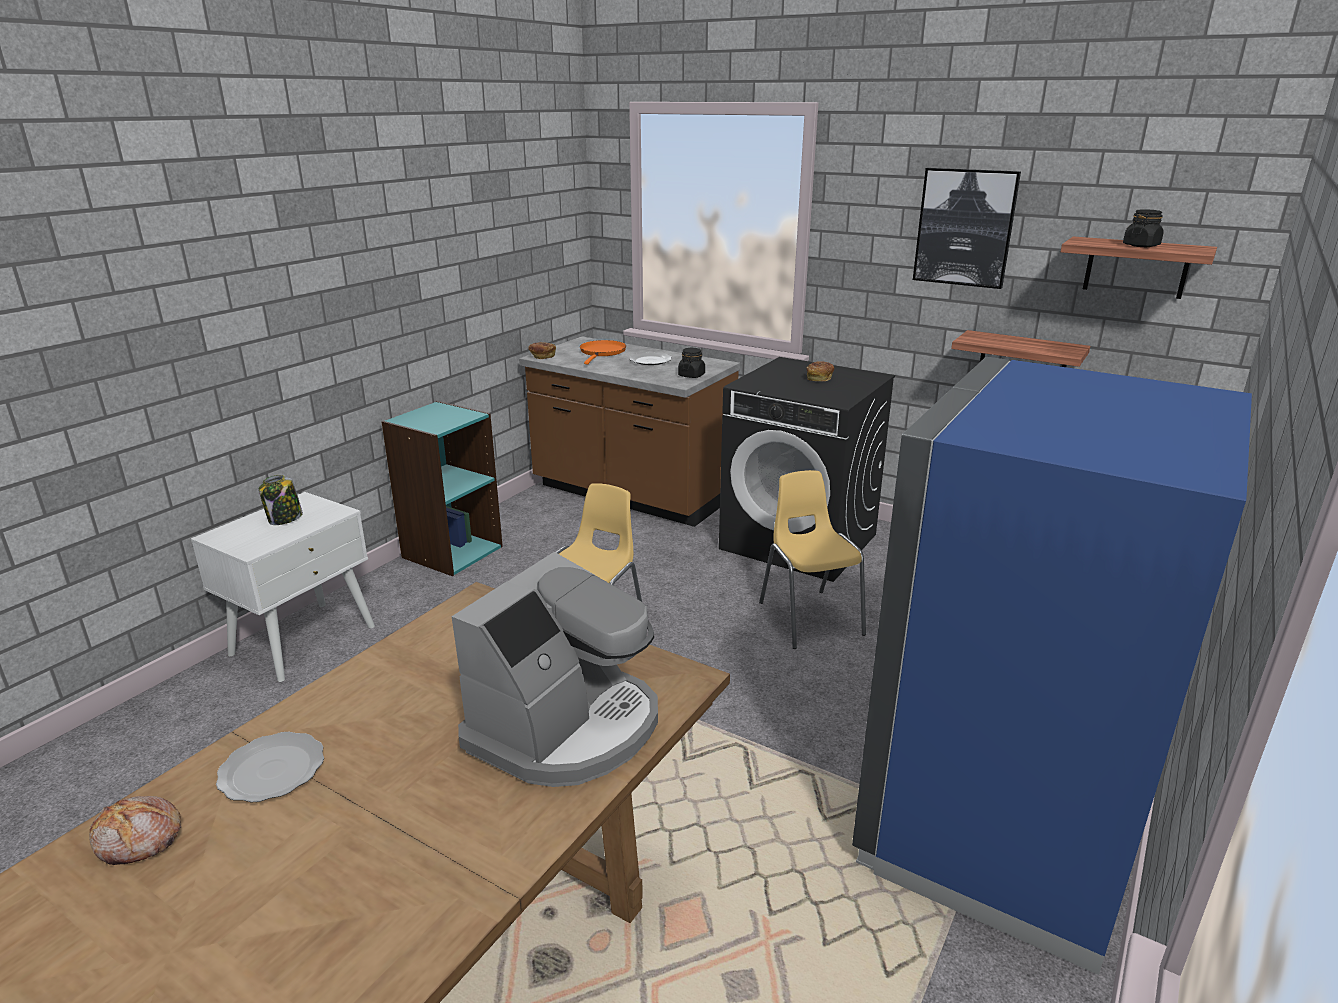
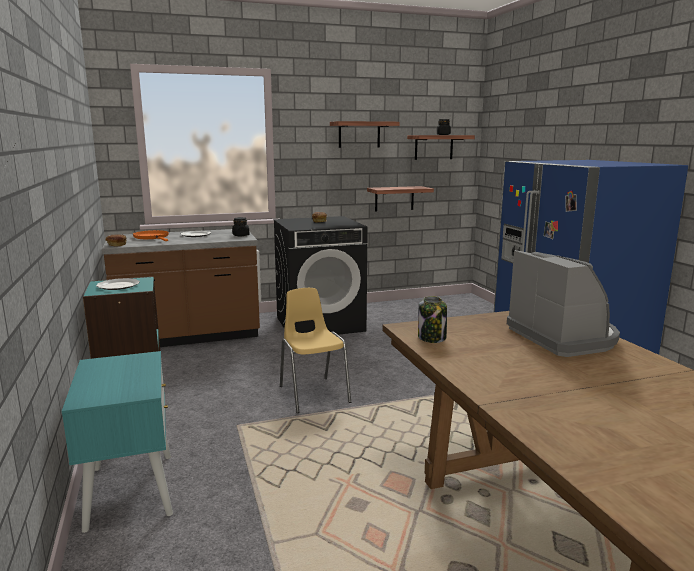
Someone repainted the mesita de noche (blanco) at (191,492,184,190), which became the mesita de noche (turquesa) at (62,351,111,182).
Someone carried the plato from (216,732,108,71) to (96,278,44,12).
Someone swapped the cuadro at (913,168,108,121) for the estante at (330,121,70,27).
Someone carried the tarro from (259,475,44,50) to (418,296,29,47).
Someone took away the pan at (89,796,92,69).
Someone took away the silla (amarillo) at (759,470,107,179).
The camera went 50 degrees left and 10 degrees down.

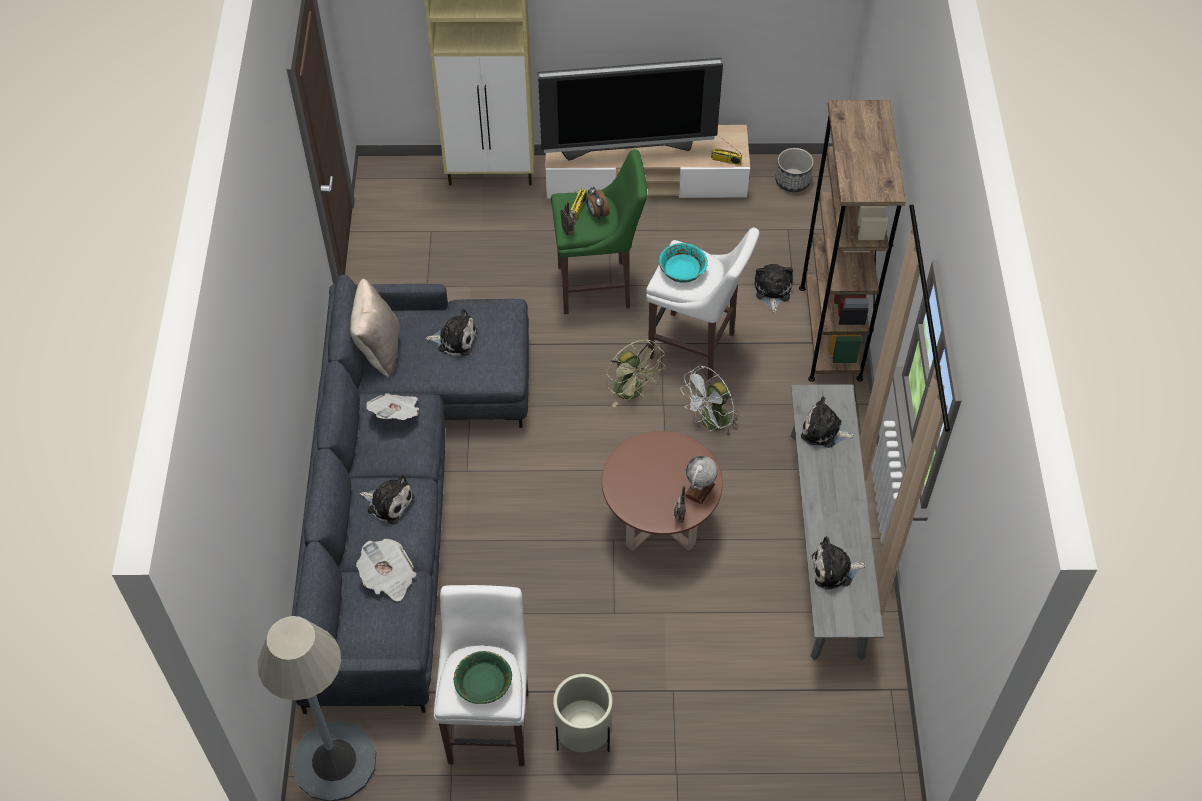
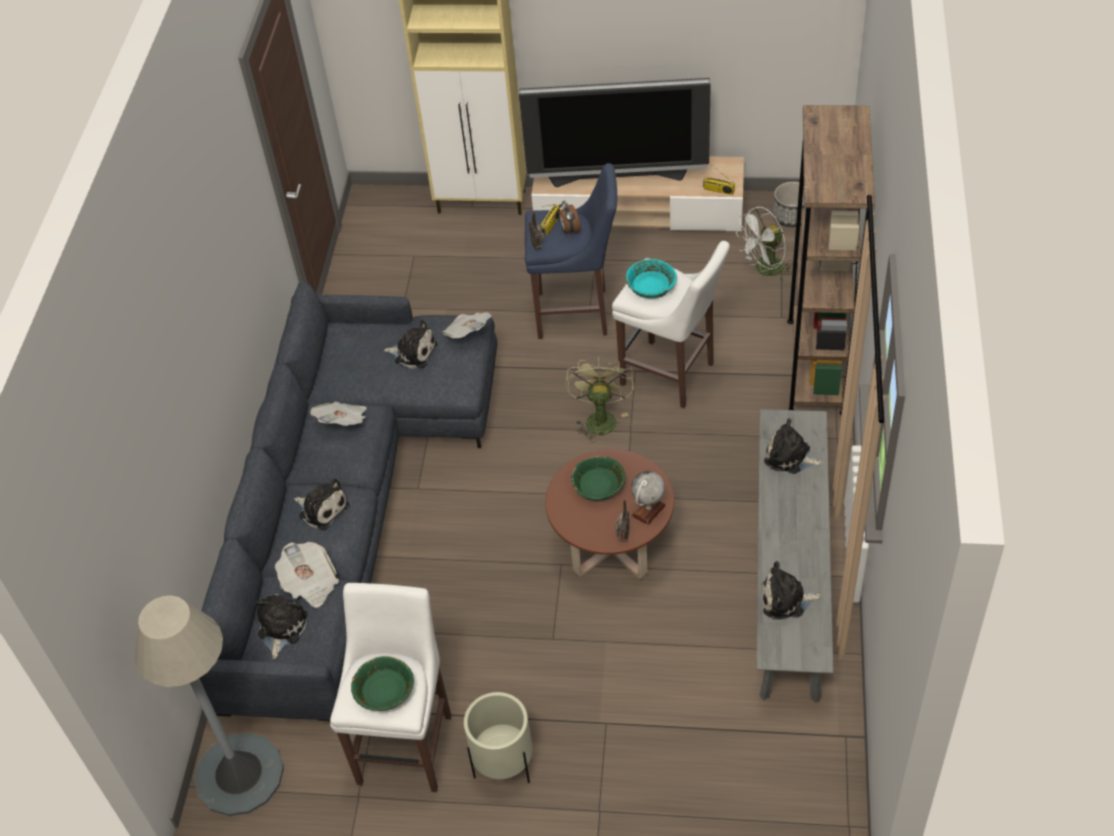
Someone carried the peluche from (754,264,39,49) to (255,594,53,65).
Someone put down the periódico at (442,312,50,26).
Someone repainted the taburete (verde) at (551,149,96,165), which became the taburete (azul) at (525,163,92,176).
Someone rotated the ventilador (verde) at (606,339,60,68) by 150 degrees counterclockwise.
Someone put down the cuenco (verde) at (571,456,55,45).
Someone carried the ventilador (blanco) from (681,365,58,72) to (736,206,57,75).
Someone took away the cojín (beis) at (350,278,50,101).
The camera went 10 degrees right and 5 degrees down.

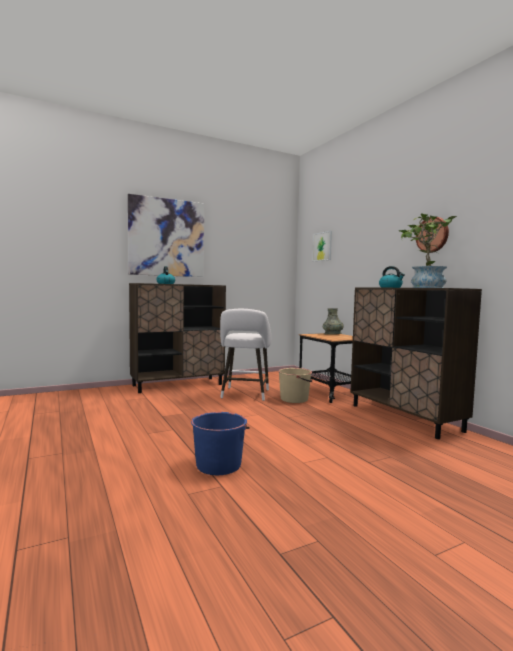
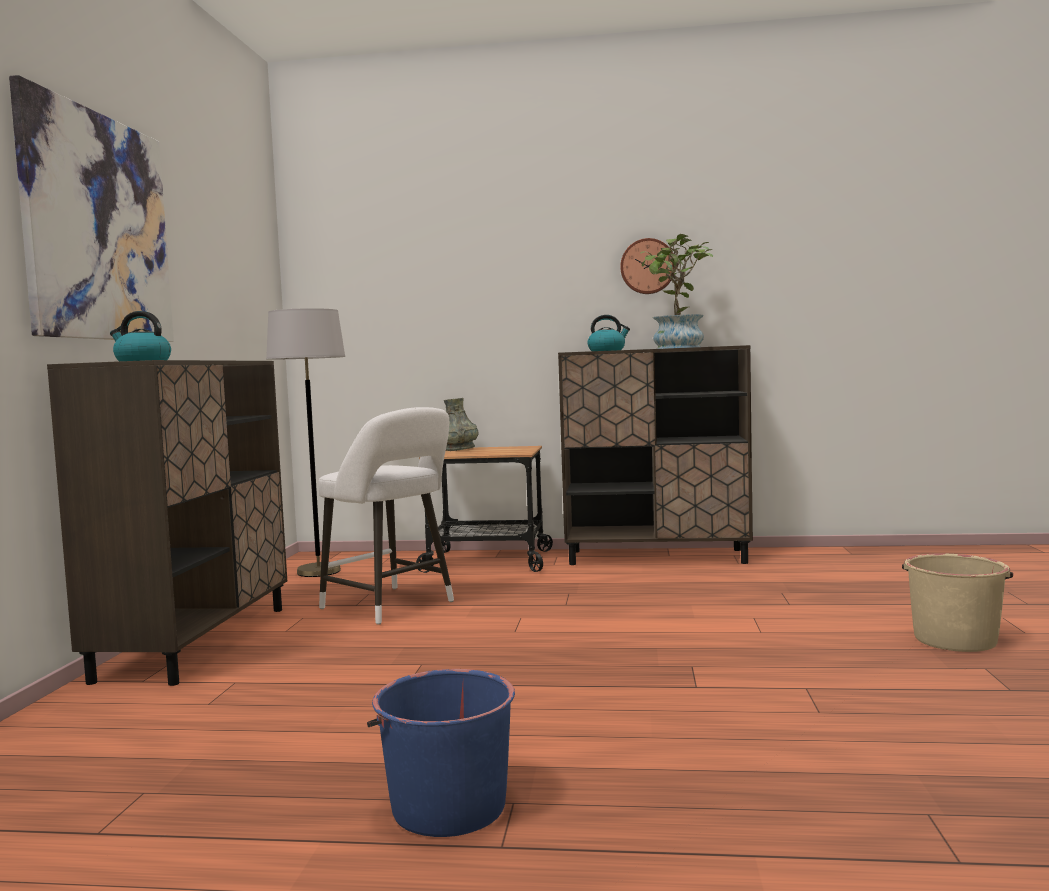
Someone put down the lámpara de pie (gris) at (266,308,79,269).
Someone carried the cubo (azul) from (191,412,59,63) to (367,669,148,168).
Someone carried the cubo (beis) from (278,368,35,35) to (902,554,111,98).
Someone took away the cuadro at (313,231,19,30).
The camera went 55 degrees left and 0 degrees up.

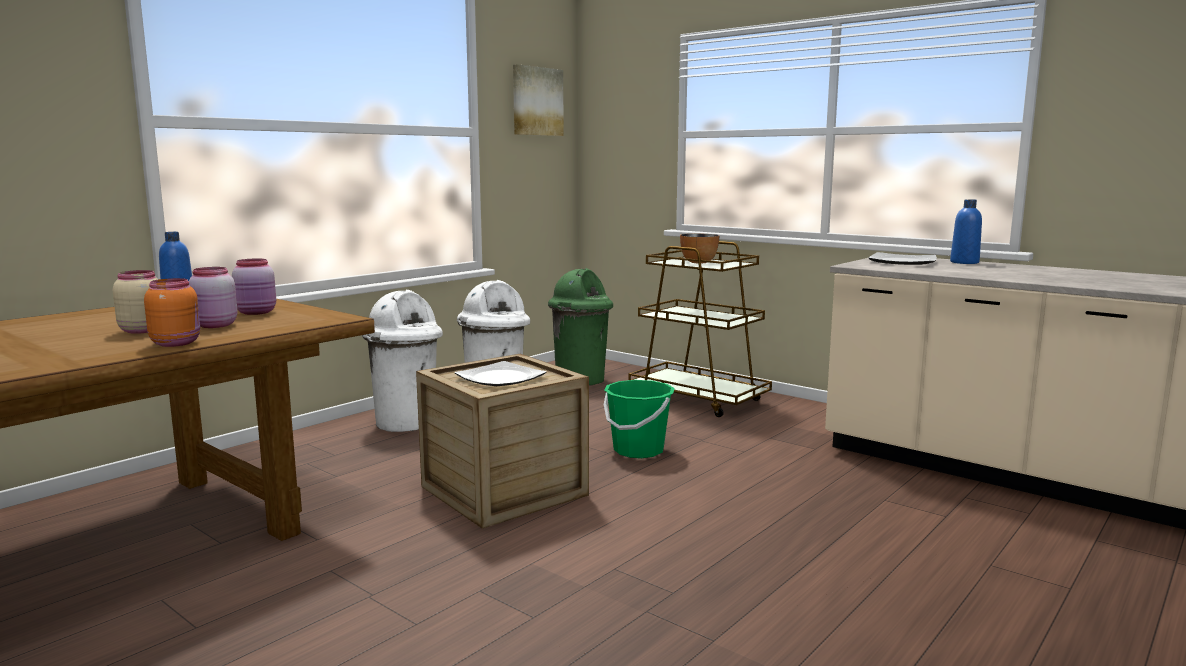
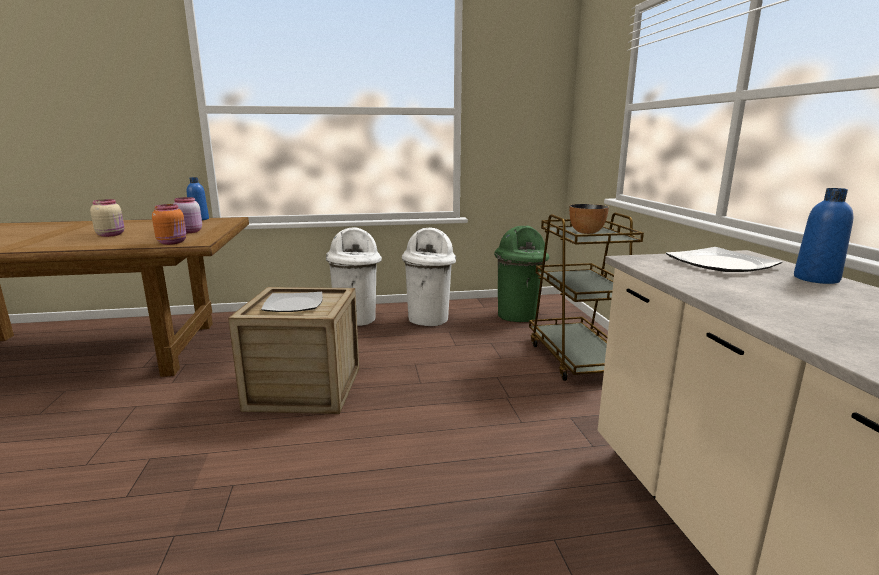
Someone carried the tarro (naranja) from (144,278,56,69) to (152,204,34,41).
Someone took away the tarro (rosa) at (189,267,49,61).
Someone took away the cuadro at (513,64,51,72).
Someone took away the cubo (verde) at (604,380,71,78).
The camera went 40 degrees right and 5 degrees up.

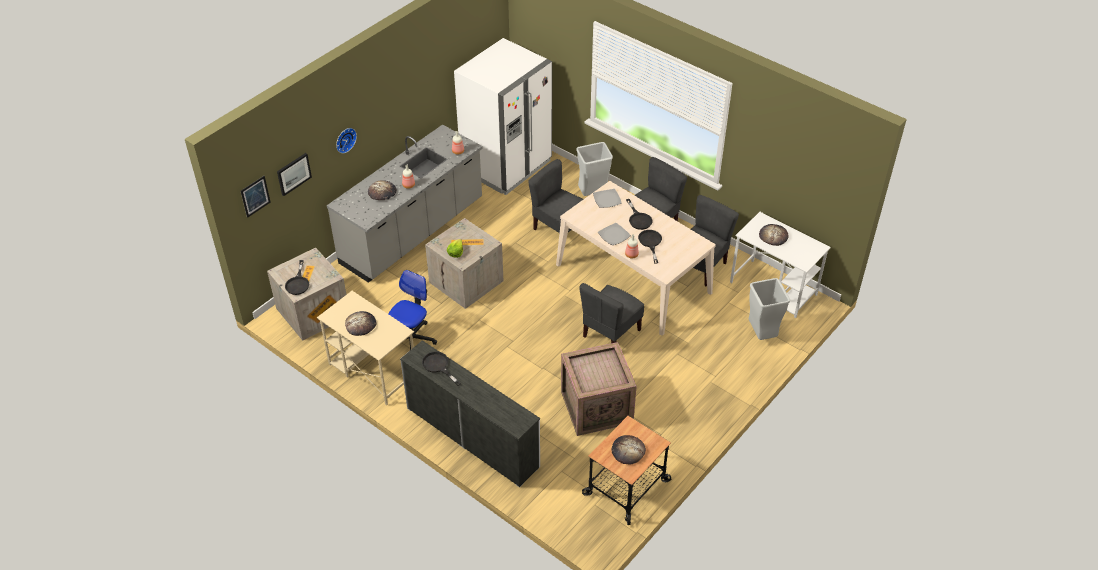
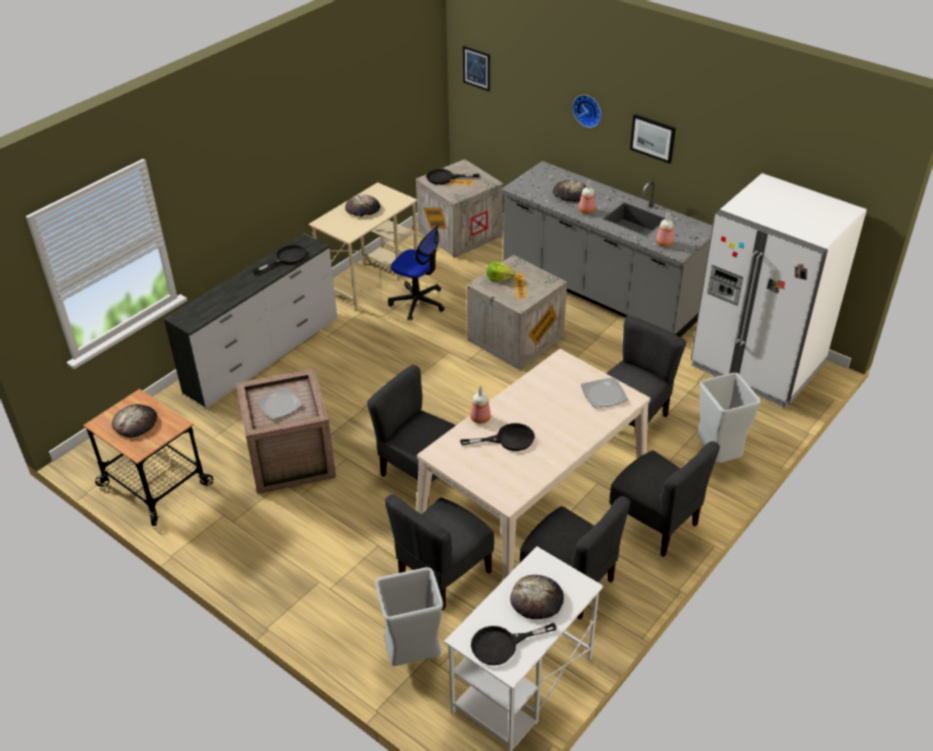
Someone carried the plato from (598,223,33,22) to (256,387,47,33).
Someone put down the silla (gris) at (385,494,109,116).
Someone carried the sartén (negro) from (626,199,27,31) to (471,623,86,42).
Someone carried the cuadro from (277,153,35,43) to (630,114,46,50).
The camera went 90 degrees right and 5 degrees down.

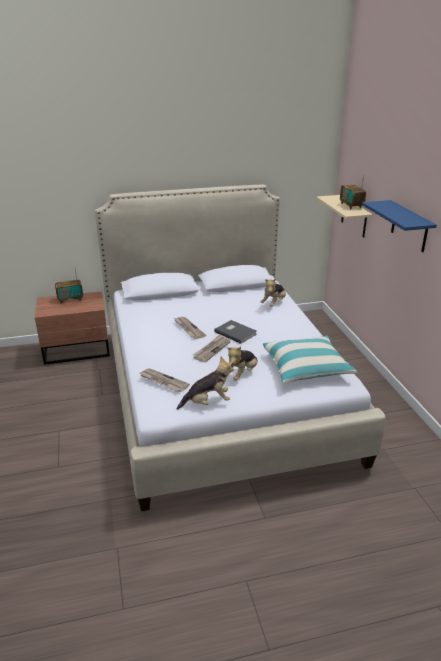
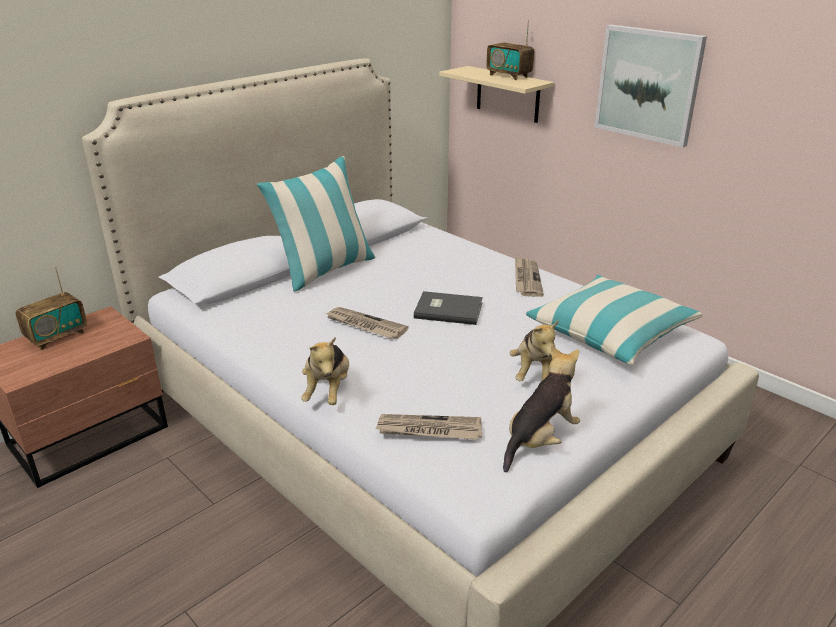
Someone put down the cojín at (257,156,119,136).
Someone carried the peluche from (260,278,26,29) to (301,337,48,68).
Someone carried the periódico from (193,334,38,28) to (515,257,29,40).
Someone swapped the estante (azul) at (362,200,75,52) for the cuadro at (595,25,112,123).
The camera went 30 degrees left and 0 degrees up.

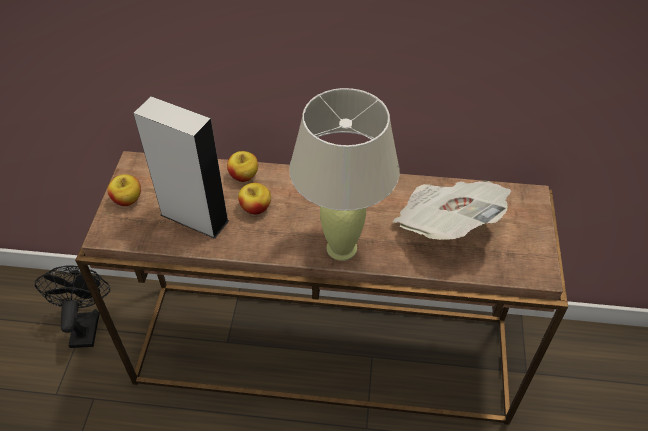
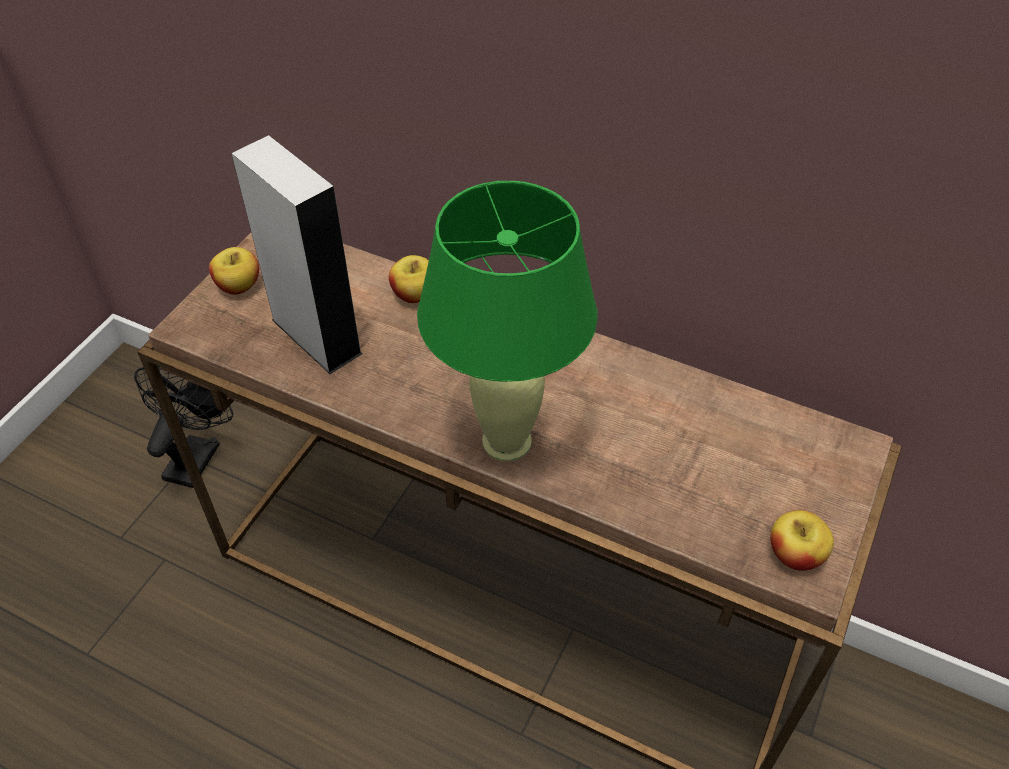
Someone repainted the lámpara de mesa (beis) at (289,88,111,173), which became the lámpara de mesa (verde) at (417,181,180,281).
Someone carried the manzana from (238,183,33,31) to (770,510,64,61).
Someone took away the periódico at (393,181,119,59).
The camera went 20 degrees right and 0 degrees up.

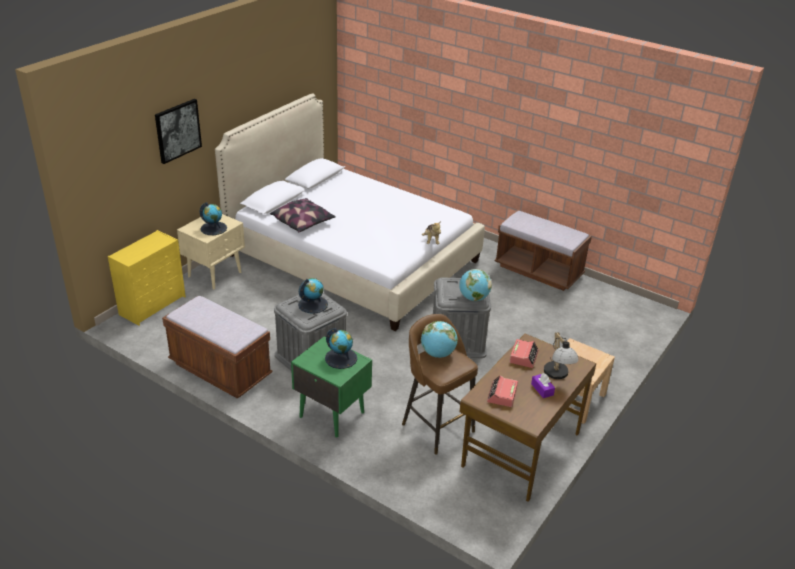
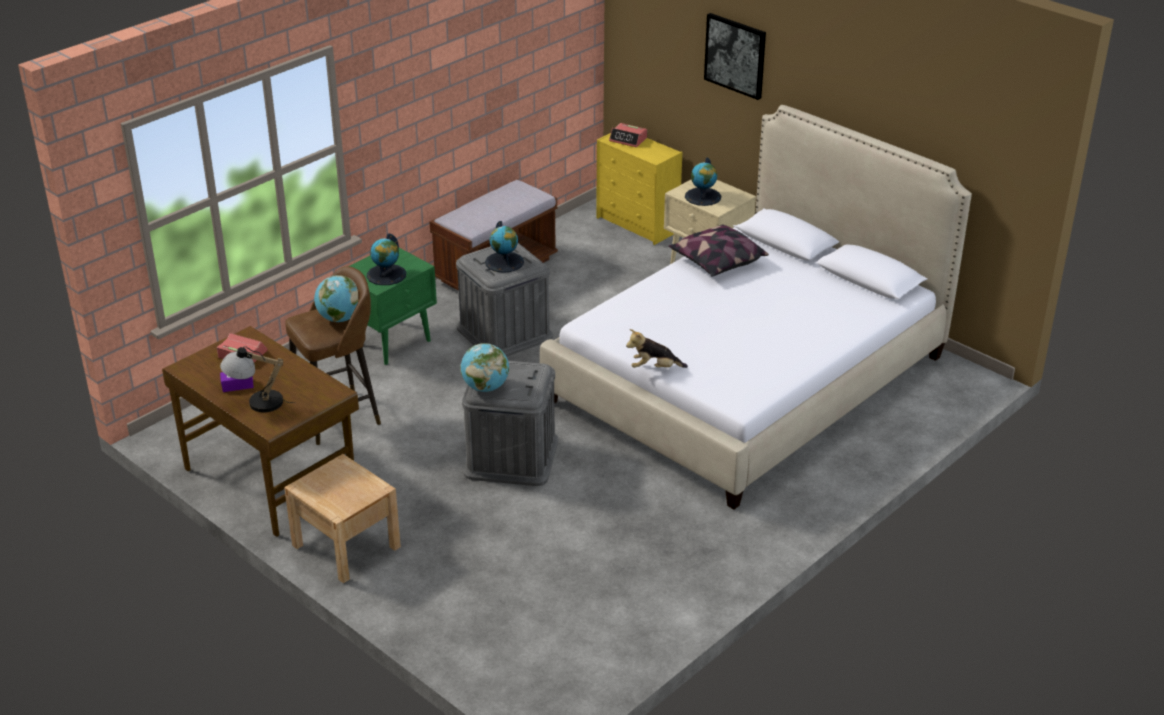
Someone carried the despertador from (510,339,29,29) to (609,123,38,24).
Someone took away the banco (marrón) at (495,210,97,81).
The camera went 100 degrees right and 0 degrees up.

